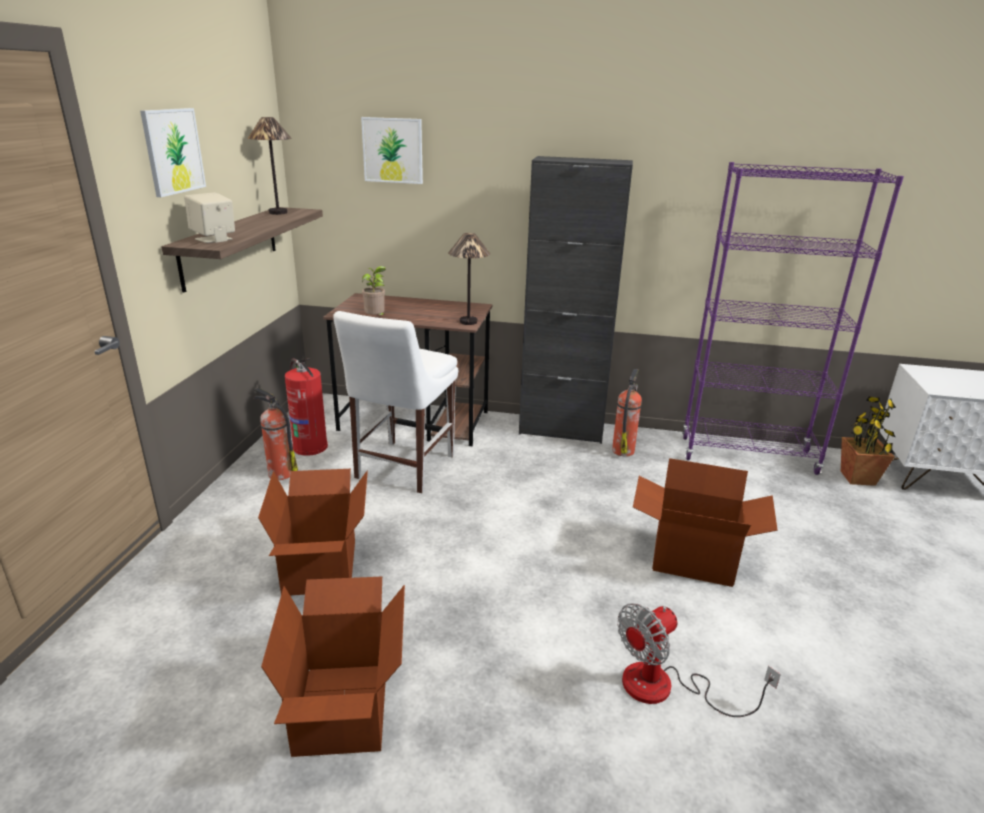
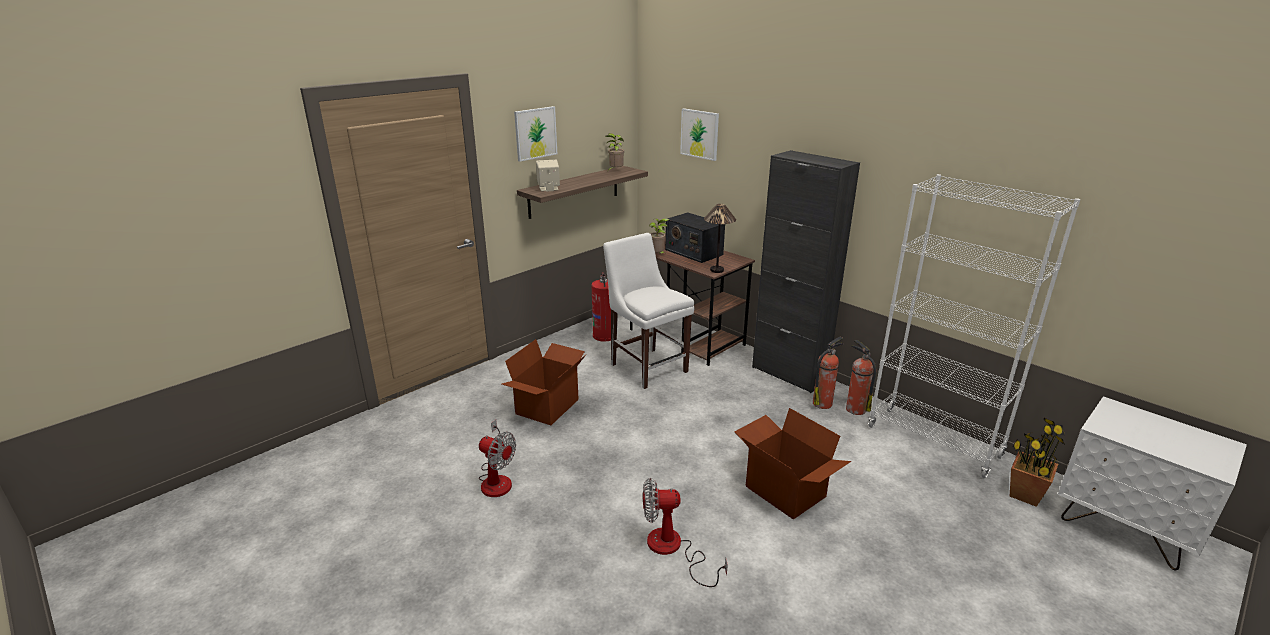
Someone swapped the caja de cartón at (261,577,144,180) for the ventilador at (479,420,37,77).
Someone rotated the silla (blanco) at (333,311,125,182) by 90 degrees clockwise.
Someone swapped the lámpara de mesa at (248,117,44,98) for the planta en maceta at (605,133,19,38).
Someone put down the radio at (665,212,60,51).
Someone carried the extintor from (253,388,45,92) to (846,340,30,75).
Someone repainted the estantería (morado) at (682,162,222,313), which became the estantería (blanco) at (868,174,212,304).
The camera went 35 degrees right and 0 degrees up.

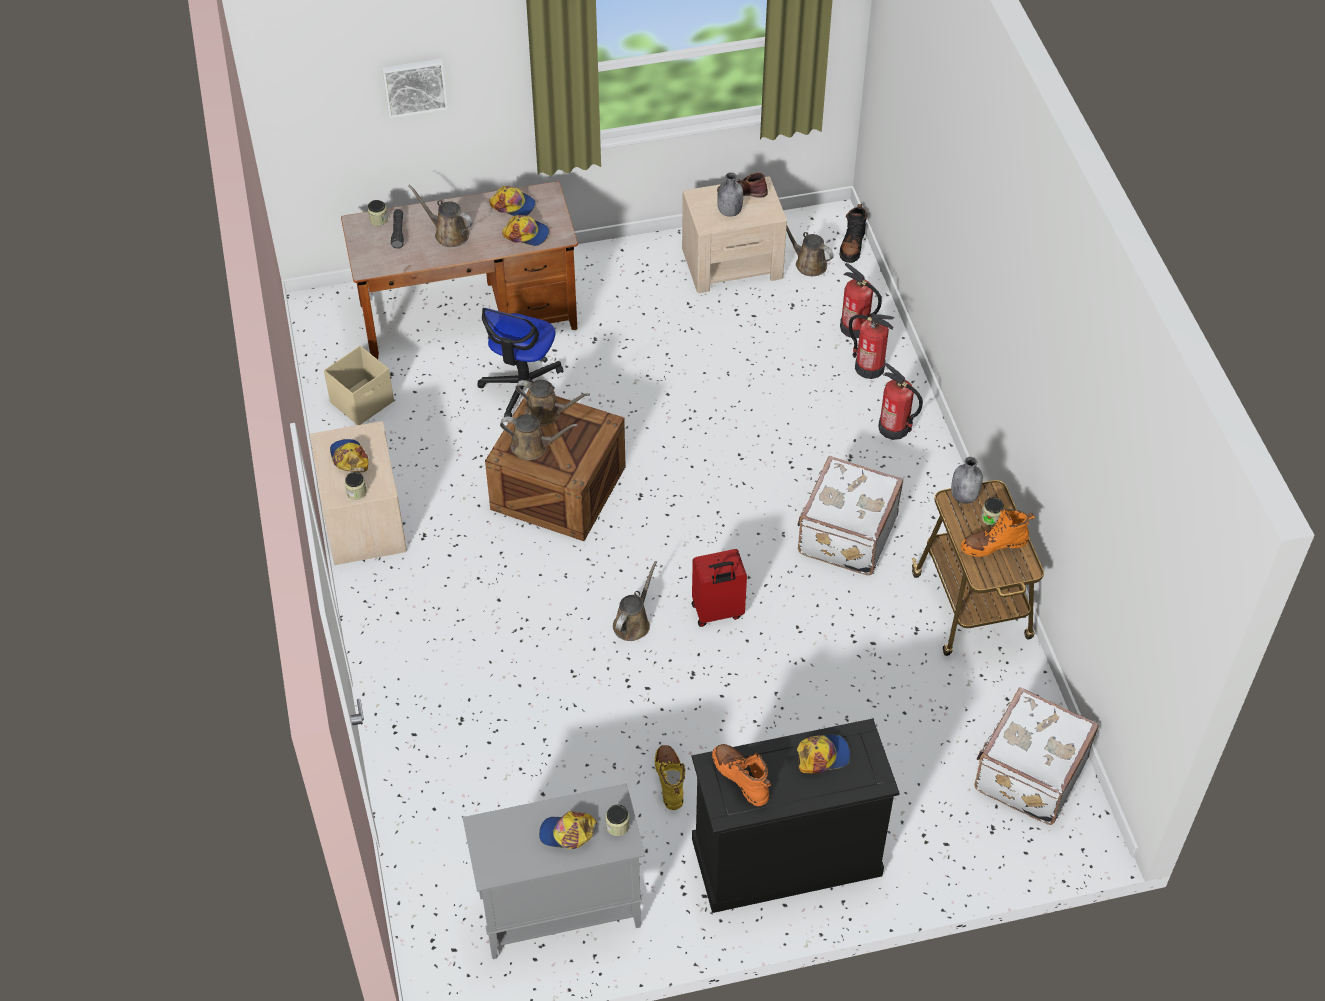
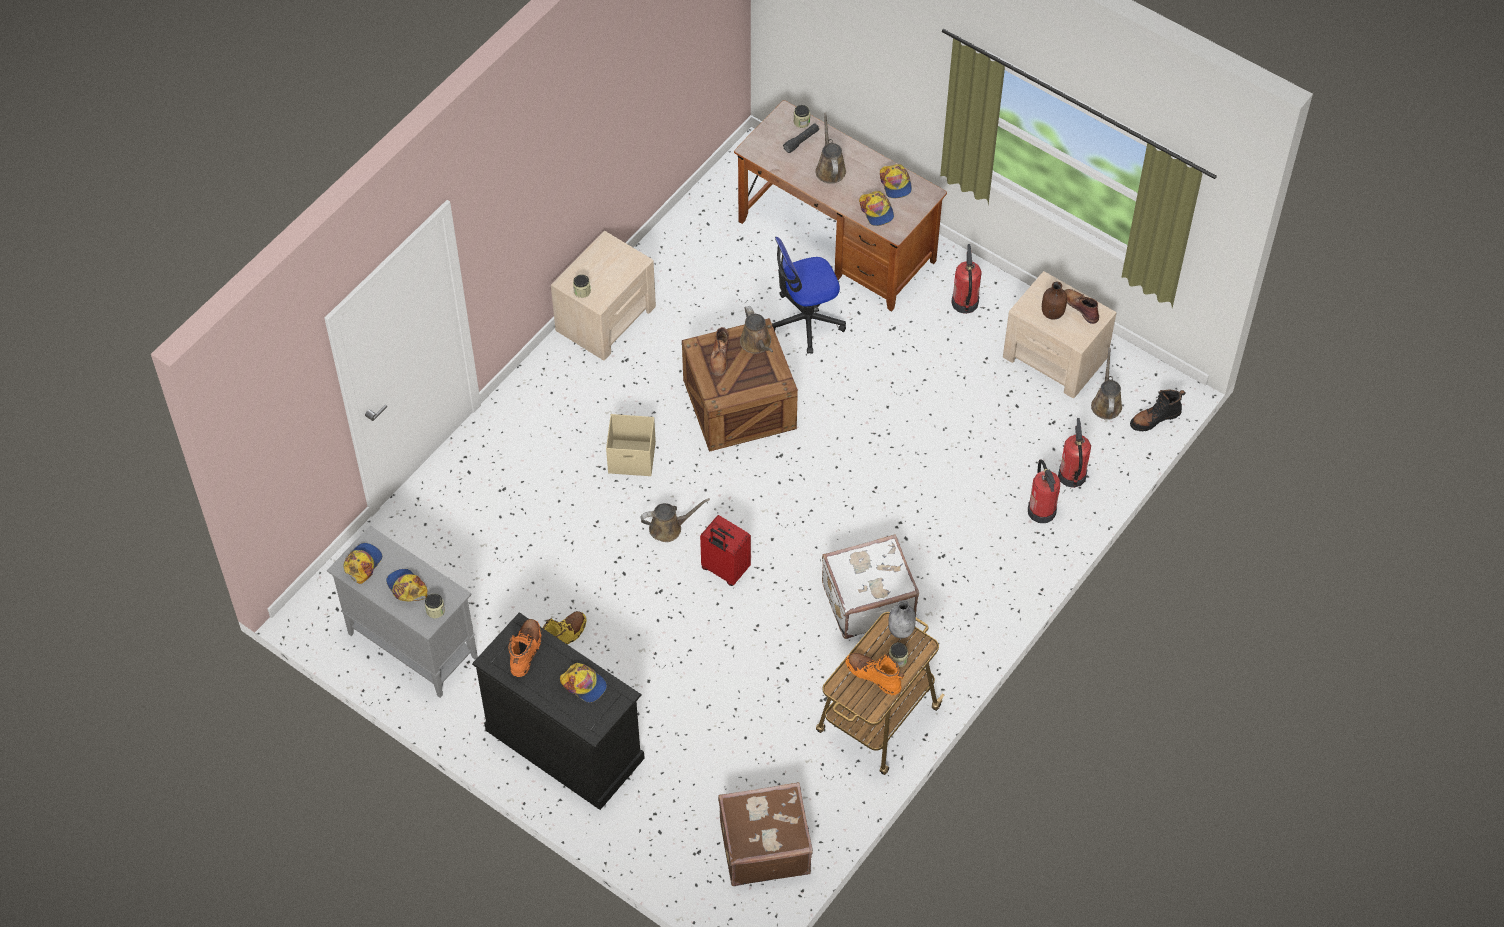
Someone carried the gorra from (330,439,39,33) to (343,543,39,41).
Someone carried the caja de almacenaje (beis) from (324,346,70,79) to (606,414,50,62).
Someone swapped the regadera (marrón) at (500,414,78,46) for the bota (marrón) at (709,327,20,49).
Someone repainted the maleta (blanco) at (974,687,125,138), which became the maleta (marrón) at (718,782,95,104).
Someone carried the extintor from (878,363,45,77) to (951,244,31,70).
Someone repainted the botella (gris) at (717,172,26,45), which became the botella (marrón) at (1042,282,25,38).
Someone took away the cuadro at (382,58,66,61).
The camera went 50 degrees right and 5 degrees up.

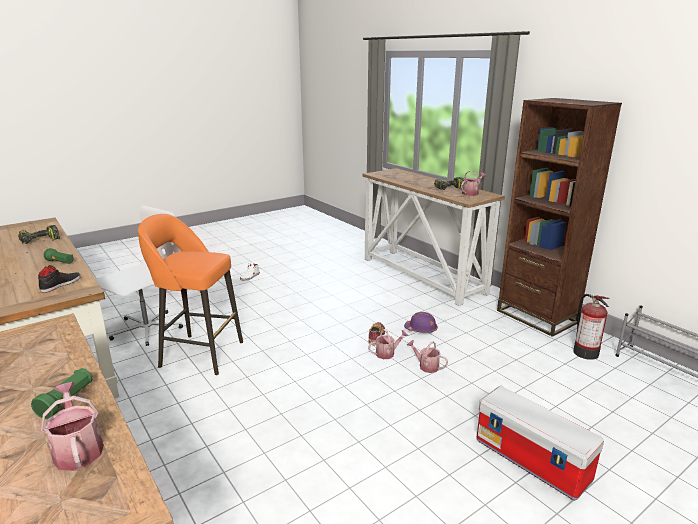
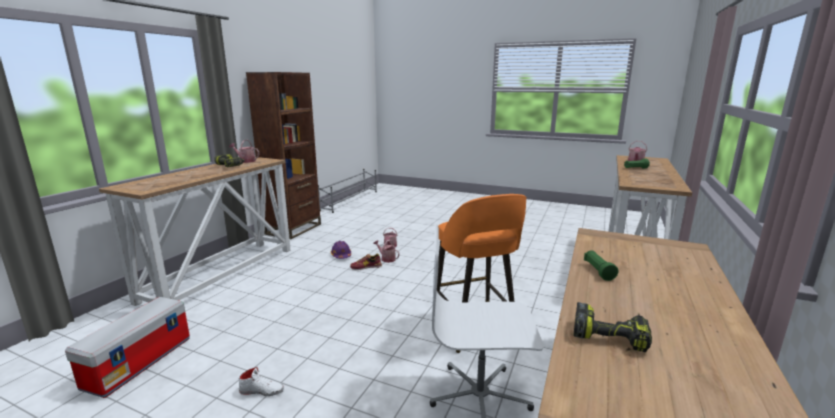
Someone carried the caja de almacenaje from (477,386,127,114) to (65,297,125,101).
Someone took away the zapato (negro) at (38,265,43,28).
Someone took away the extintor at (573,294,37,66).
The camera went 120 degrees left and 5 degrees down.

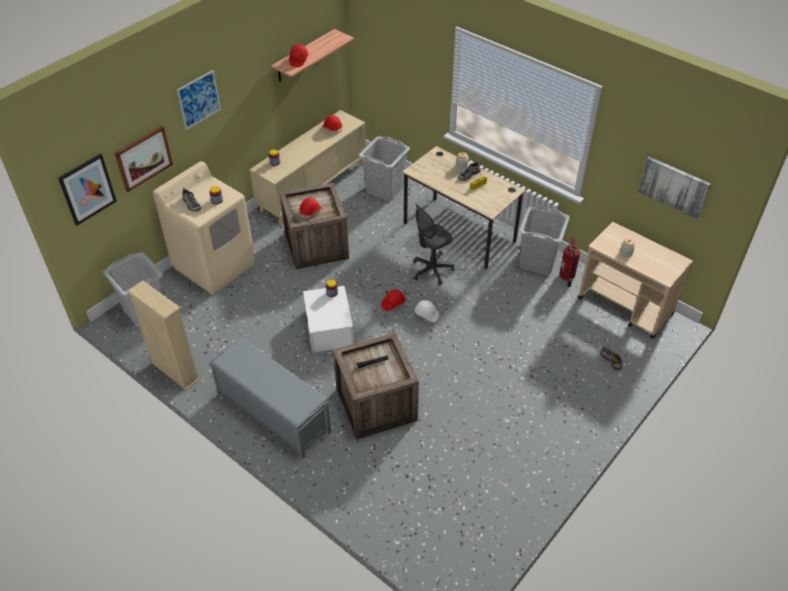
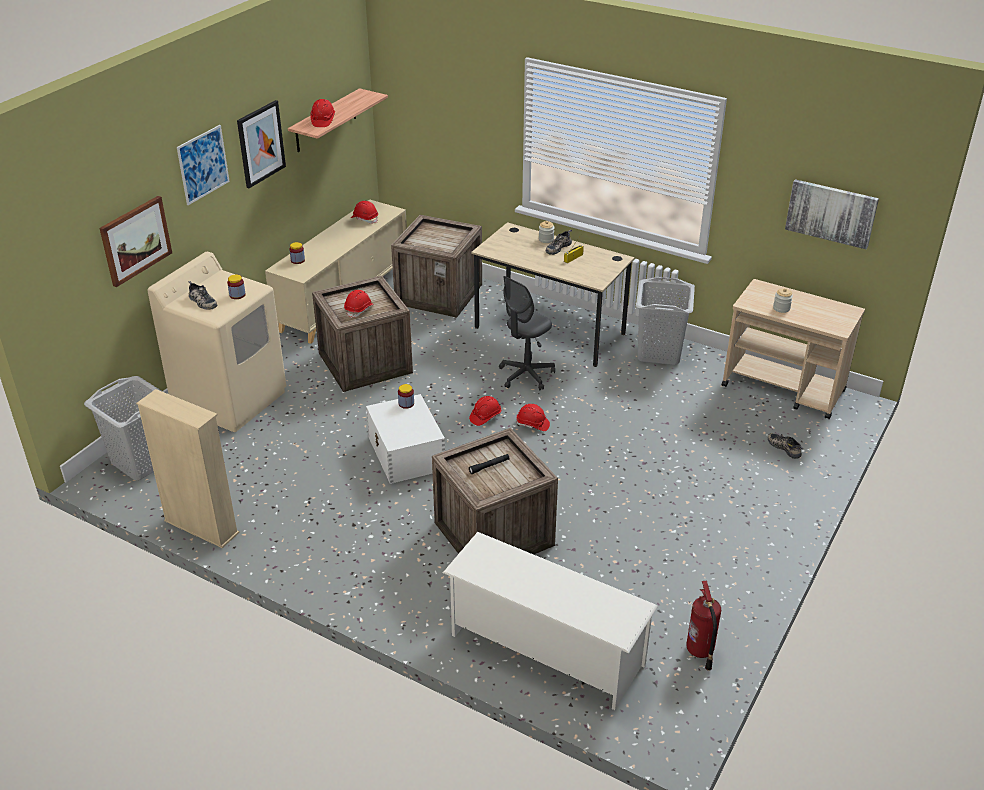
Someone carried the cuadro from (58,154,59,72) to (237,100,49,88).
Someone swapped the cesto de la ropa (gris) at (358,137,52,64) for the caja de embalaje at (391,215,91,103).
Someone put down the zapatero (blanco) at (443,532,215,178).
Someone repainted the casco (blanco) at (415,300,24,22), which became the casco (rojo) at (517,404,33,27).
Someone carried the extintor from (559,236,21,51) to (686,581,35,90).
Someone took away the banco (gris) at (209,338,122,121).
The camera went 10 degrees left and 10 degrees down.

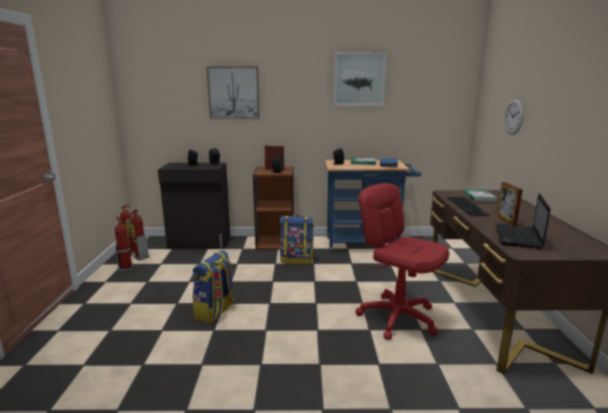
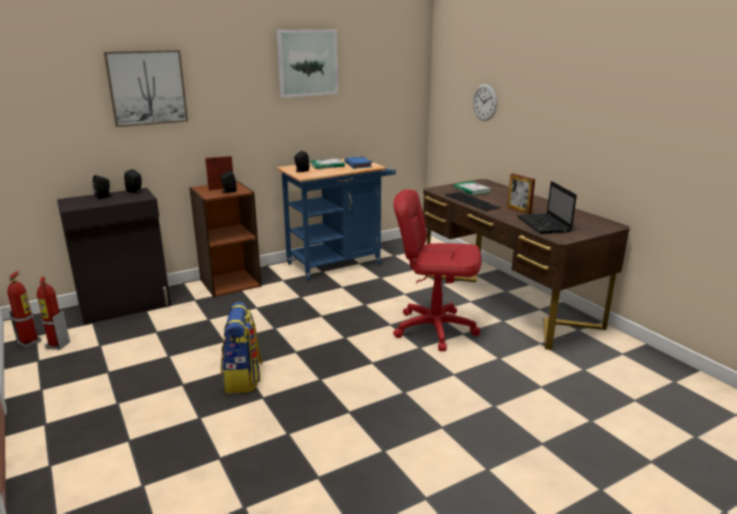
Someone took away the extintor at (115,217,19,55).
Someone took away the mochila at (280,215,34,50).
The camera went 30 degrees left and 5 degrees up.

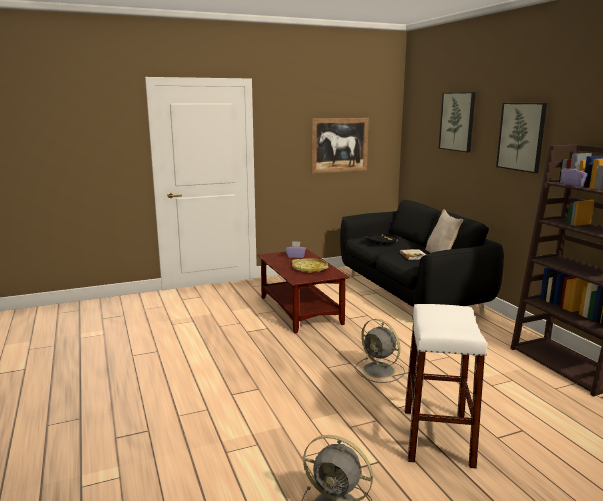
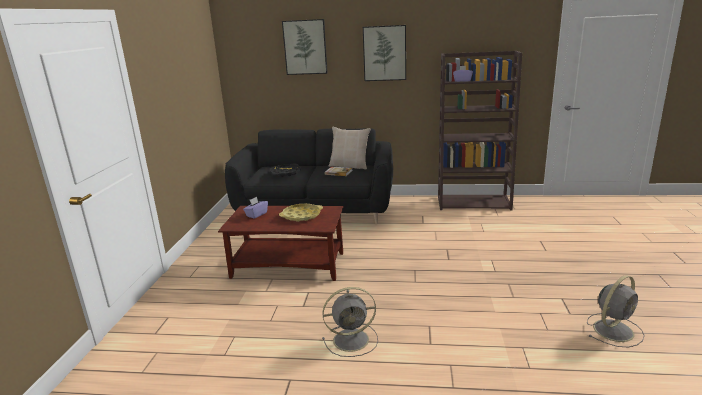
Someone carried the ventilador (gris) from (355,319,50,64) to (322,287,56,70).
Someone took away the cuadro at (311,118,58,55).
Someone took away the taburete (blanco) at (405,304,82,165).
The camera went 60 degrees left and 5 degrees up.

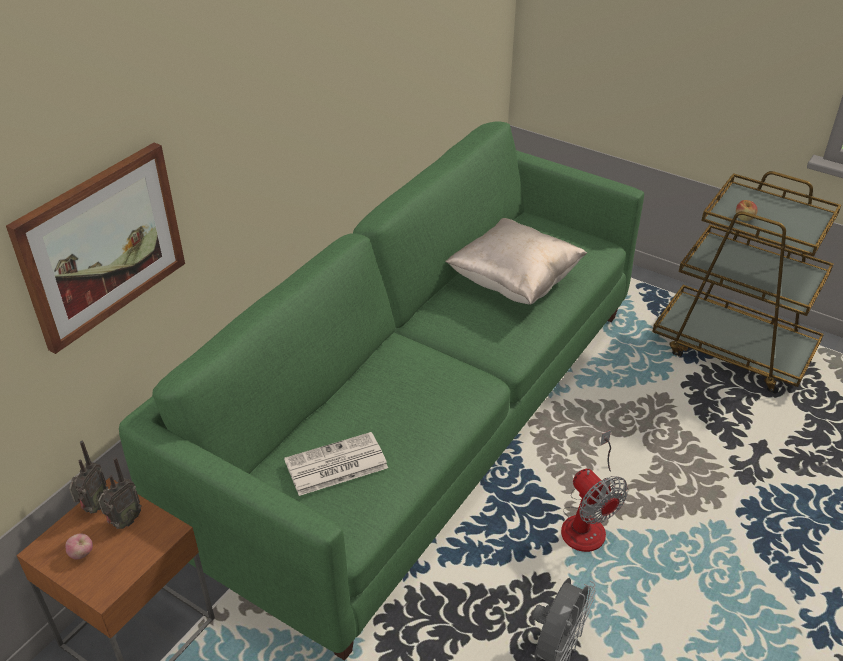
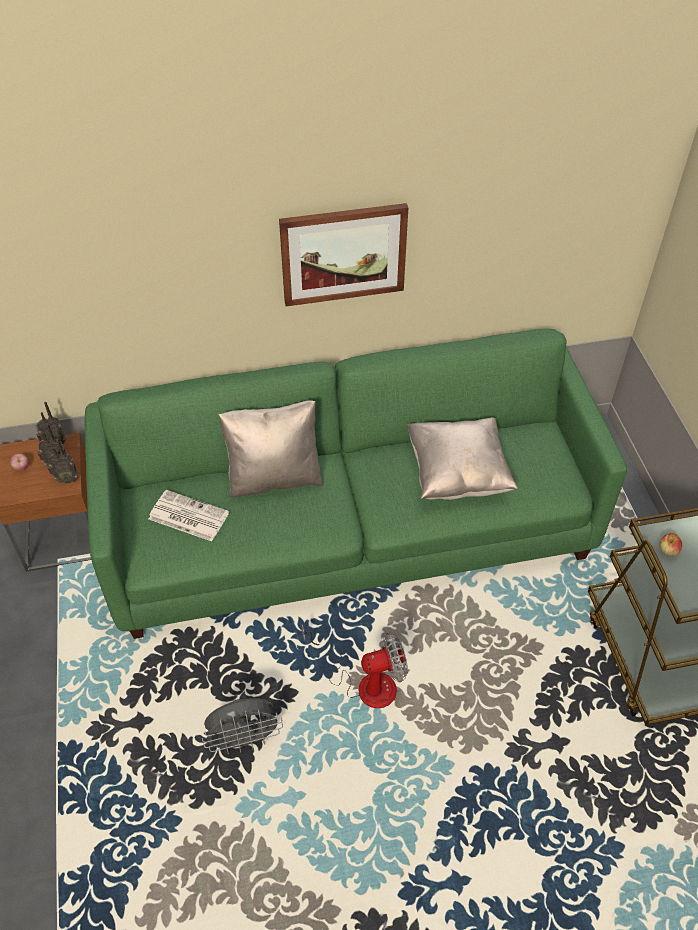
Someone put down the radio at (47,438,31,46).
Someone put down the cojín (beis) at (218,400,105,97).
Someone carried the cuadro from (6,143,179,211) to (279,203,129,103).
Someone rotated the ventilador at (561,430,67,122) by 120 degrees counterclockwise.
The camera went 45 degrees right and 10 degrees up.

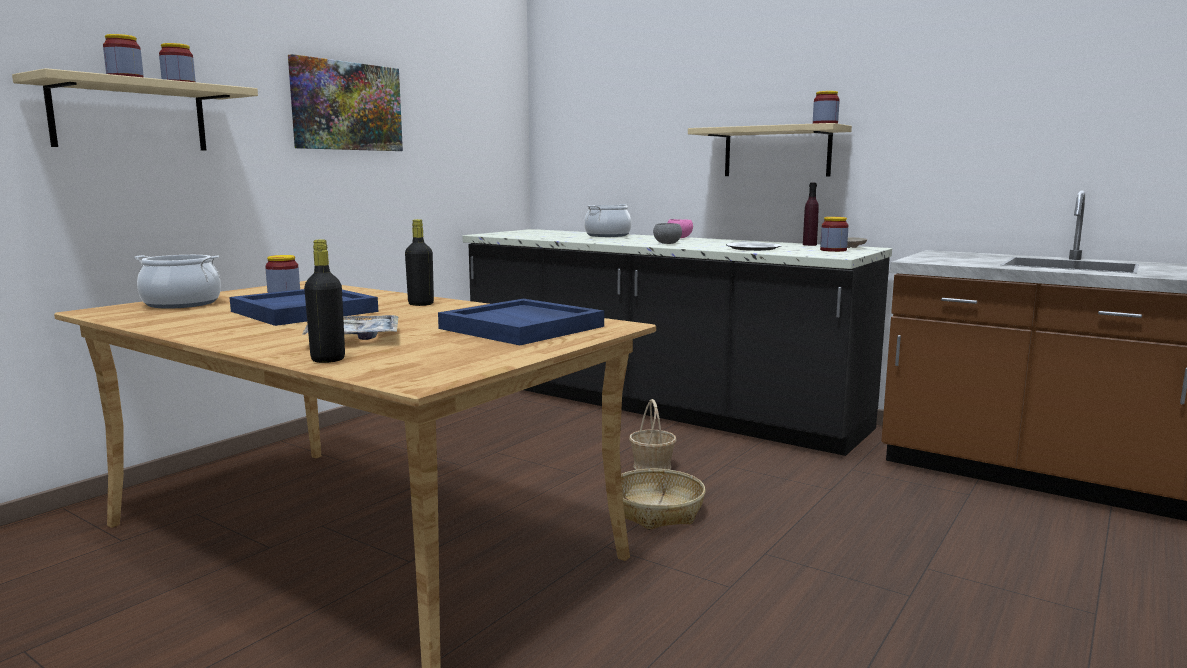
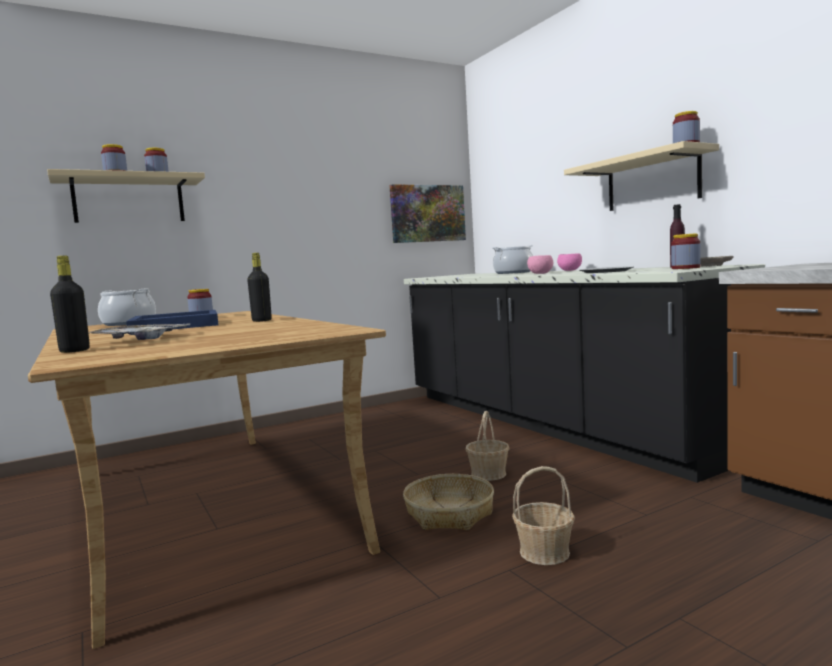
Someone carried the cuadro from (288,54,115,97) to (389,184,77,59).
Someone put down the cesta at (512,466,63,99).
Someone repainted the cuenco (gris) at (653,223,29,21), which became the cuenco (rosa) at (527,255,26,19).
Someone took away the bandeja (azul) at (438,299,166,46).
The camera went 25 degrees right and 5 degrees down.

